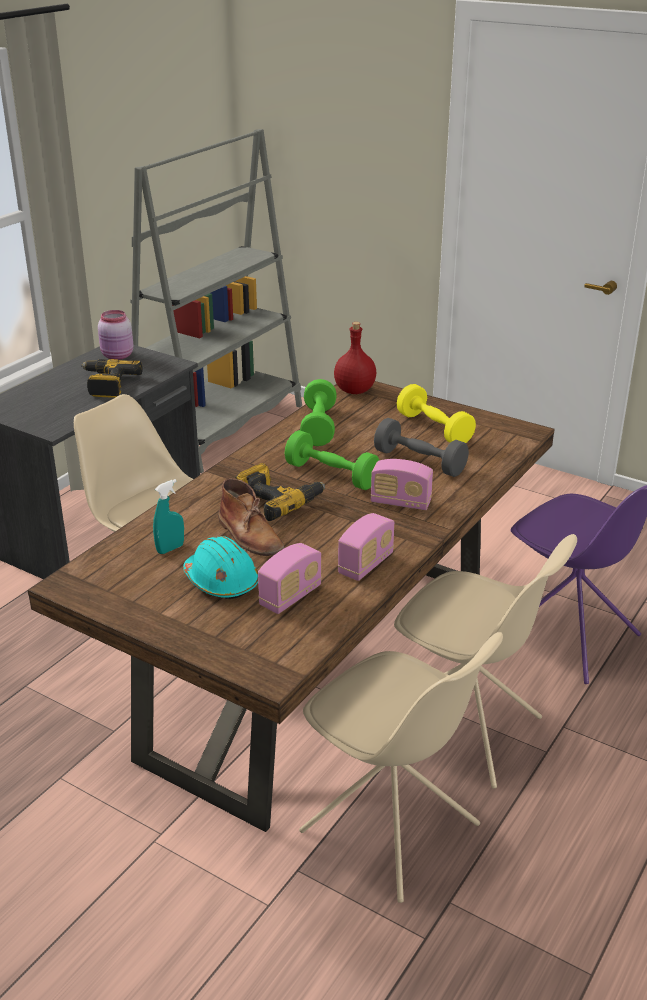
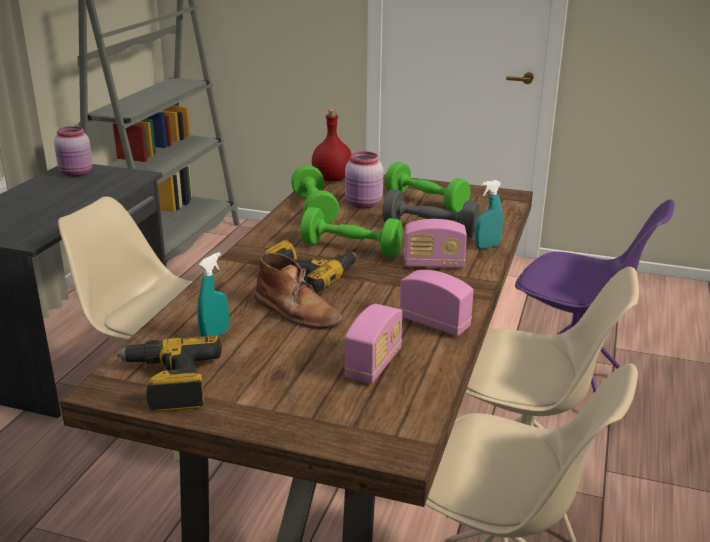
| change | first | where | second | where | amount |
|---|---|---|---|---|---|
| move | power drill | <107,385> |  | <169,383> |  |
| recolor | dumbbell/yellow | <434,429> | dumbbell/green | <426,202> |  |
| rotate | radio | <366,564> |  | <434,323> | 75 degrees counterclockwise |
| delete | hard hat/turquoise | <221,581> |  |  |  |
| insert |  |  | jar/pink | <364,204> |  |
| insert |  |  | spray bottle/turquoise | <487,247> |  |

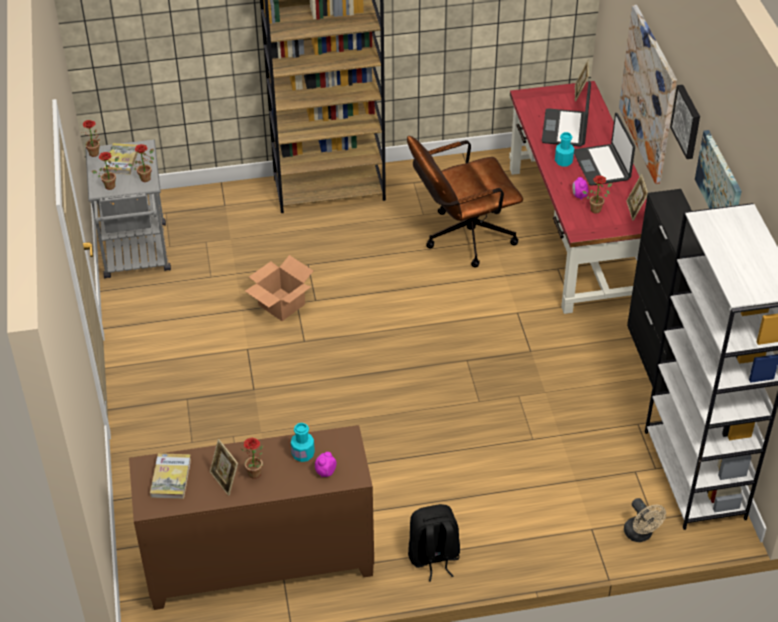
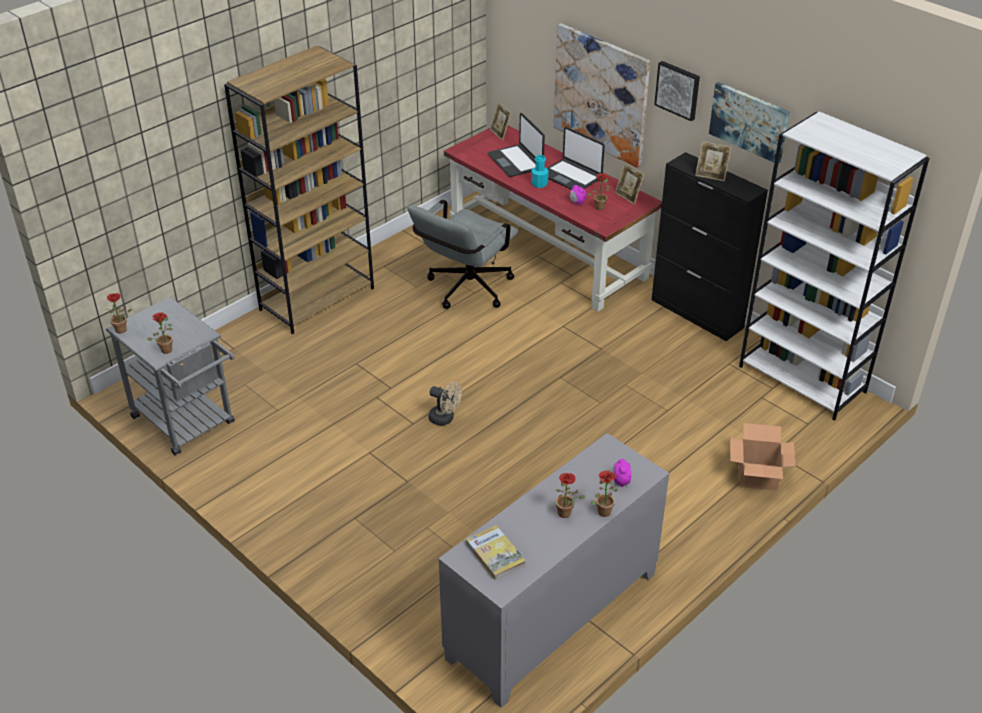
| change | first | where | second | where | amount |
|---|---|---|---|---|---|
| recolor | office chair/brown | <462,238> | office chair/grey | <465,291> |  |
| delete | book | <121,160> |  |  |  |
| move | potted plant | <146,177> |  | <603,510> |  |
| move | cardboard box | <282,305> |  | <758,476> |  |
| delete | bottle/turquoise | <303,454> |  |  |  |
| recolor | cabinet/brown | <259,563> | cabinet/grey | <553,616> |  |
| move | picture frame | <225,480> |  | <711,176> |  |
| move | fan/beige | <640,535> |  | <445,419> |  |
| delete | backpack/black | <433,557> |  |  |  |

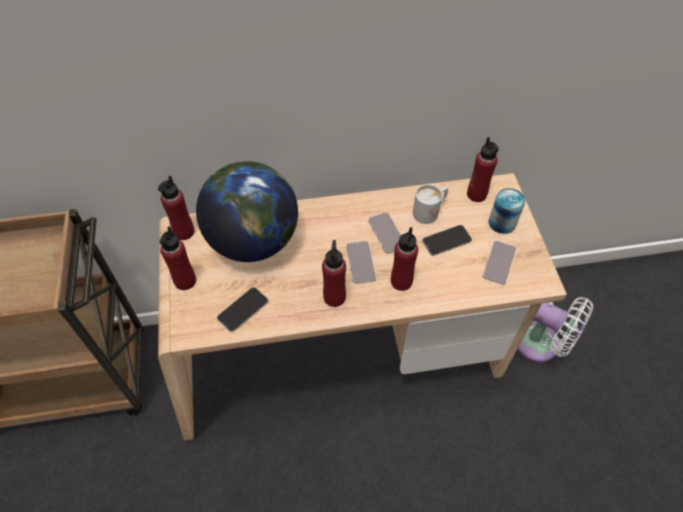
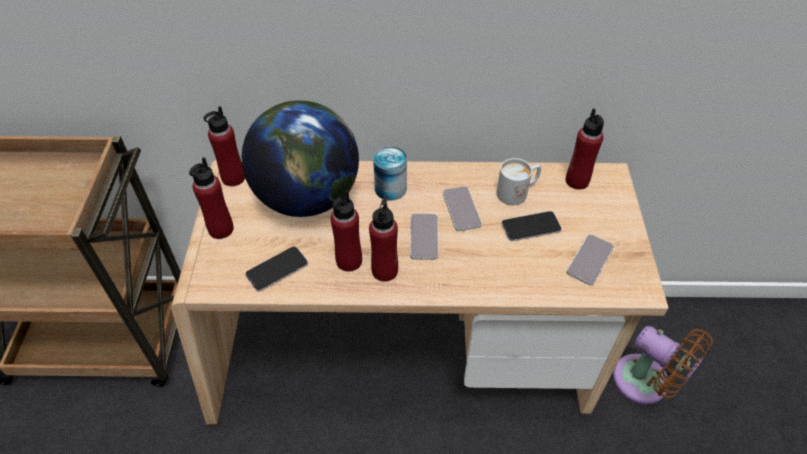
| change | first | where | second | where | amount |
|---|---|---|---|---|---|
| move | can | <502,222> |  | <390,188> |  |
| move | bottle/red | <401,281> |  | <349,261> |  |
| recolor | fan/white | <541,344> | fan/brown | <646,383> |  |

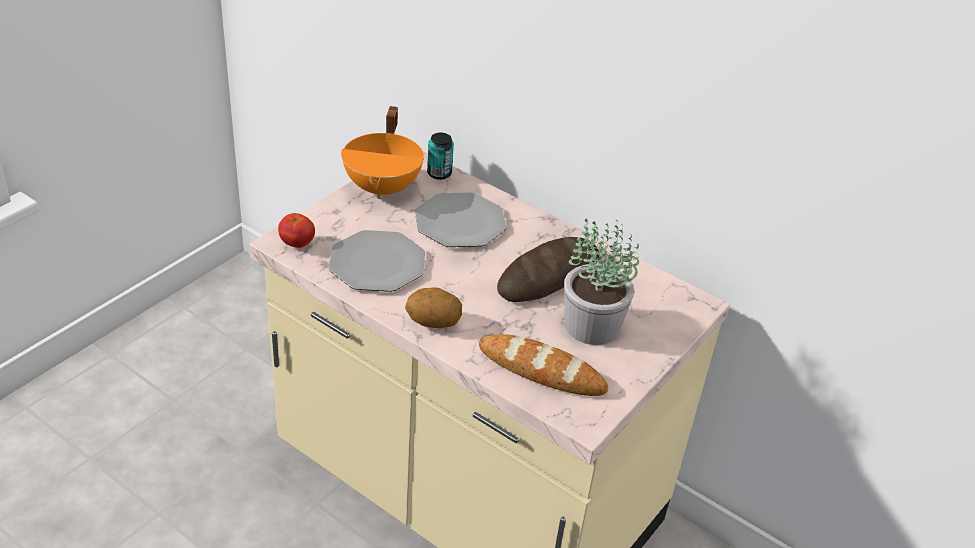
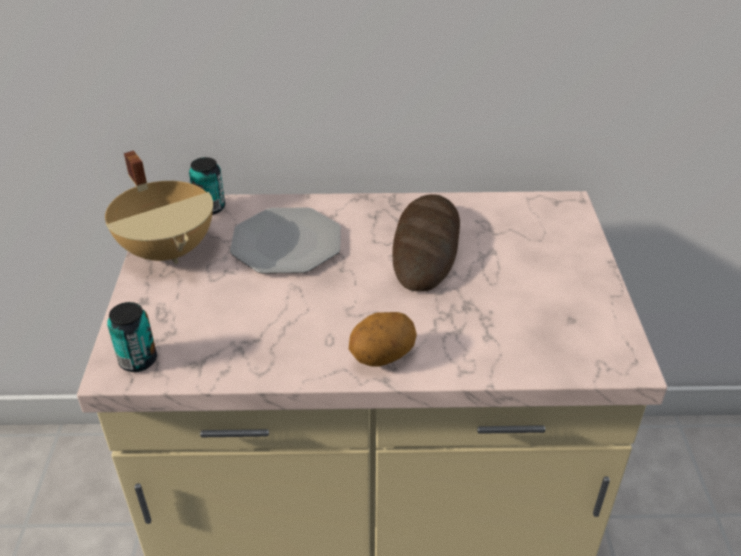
| change | first | where | second | where | amount |
|---|---|---|---|---|---|
| recolor | cooking pot/orange | <384,188> | cooking pot/beige | <169,250> |  |
| replace | tomato | <297,243> | can | <138,360> |  |
| delete | potted plant | <590,326> |  |  |  |
| delete | plate | <377,263> |  |  |  |
| delete | bread | <541,370> |  |  |  |

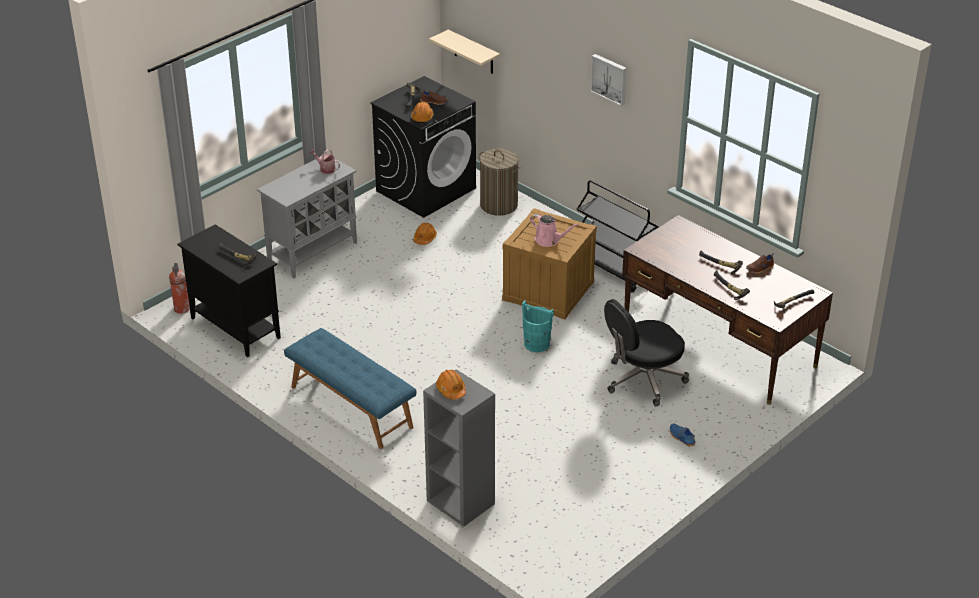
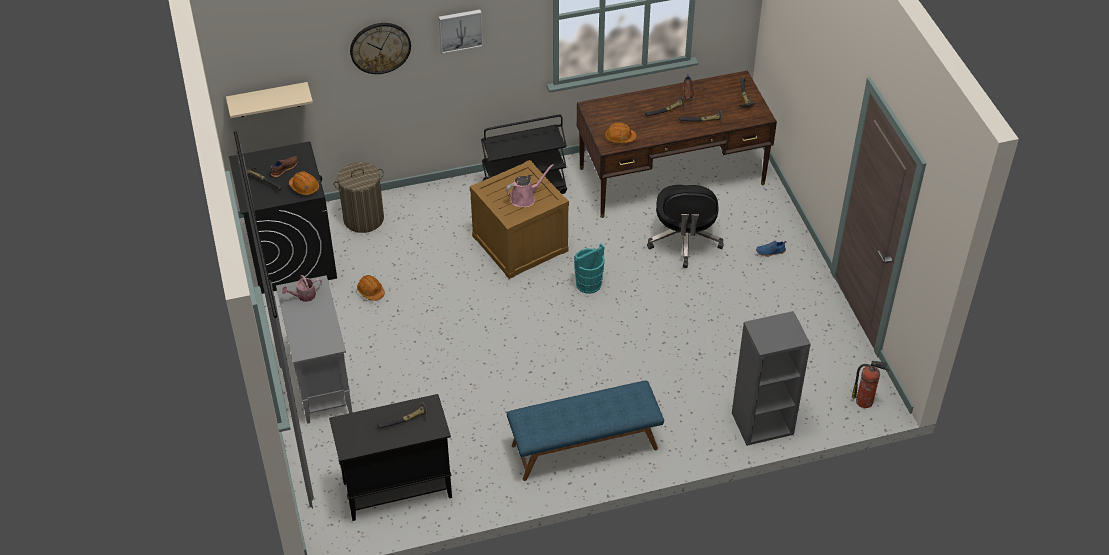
| change | first | where | second | where | amount |
|---|---|---|---|---|---|
| move | fire extinguisher | <182,309> |  | <865,401> |  |
| move | hard hat/orange | <451,390> |  | <620,138> |  |
| insert |  |  | wall clock | <380,47> |  |

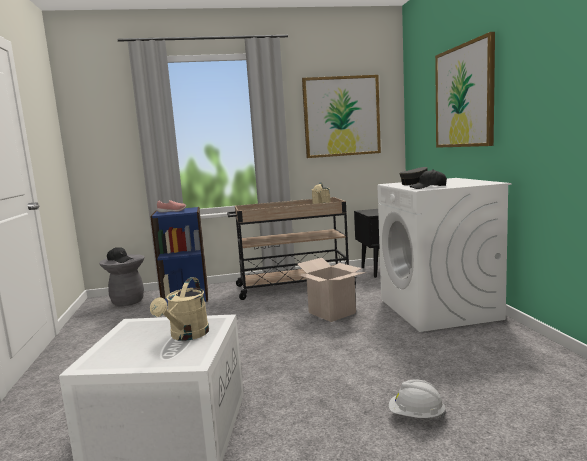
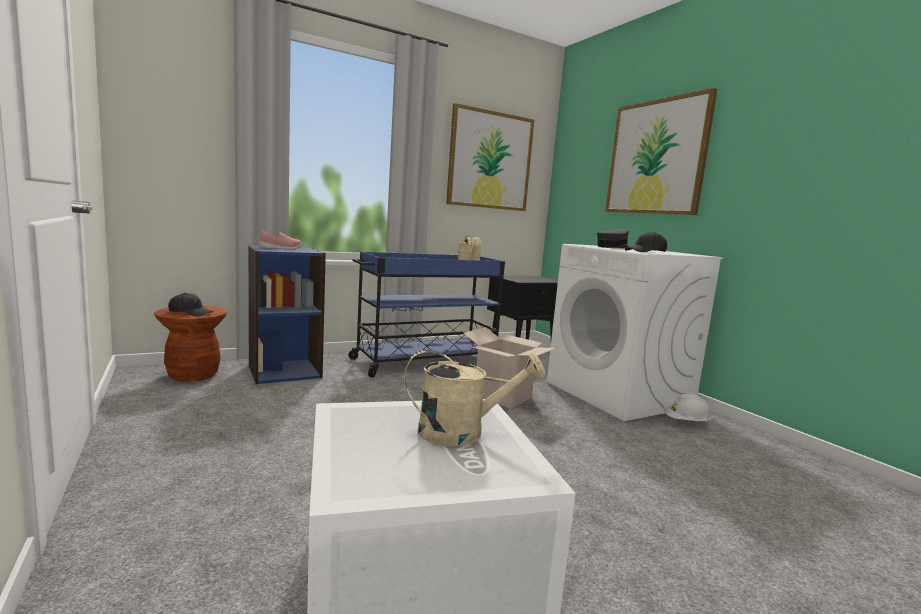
| change | first | where | second | where | amount |
|---|---|---|---|---|---|
| recolor | cart/beige | <292,286> | cart/blue | <425,362> |  |
| recolor | stool/grey | <128,301> | stool/brown | <193,375> |  |
| rotate | watering can/beige | <186,336> |  | <463,432> | 90 degrees counterclockwise |
| move | hard hat/white | <416,416> |  | <686,423> |  |

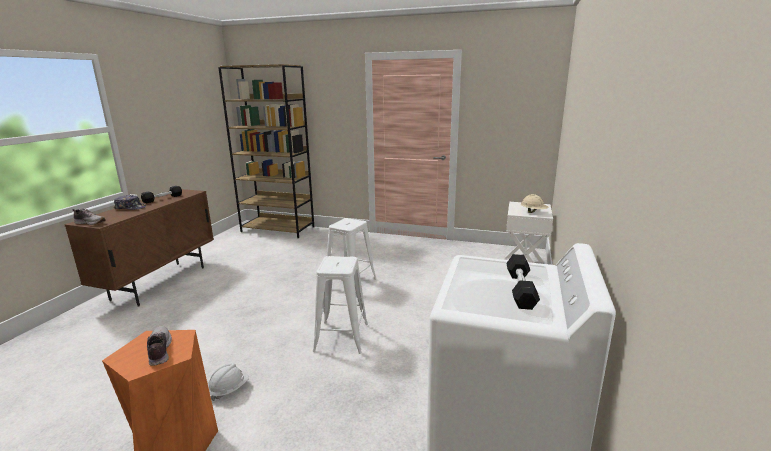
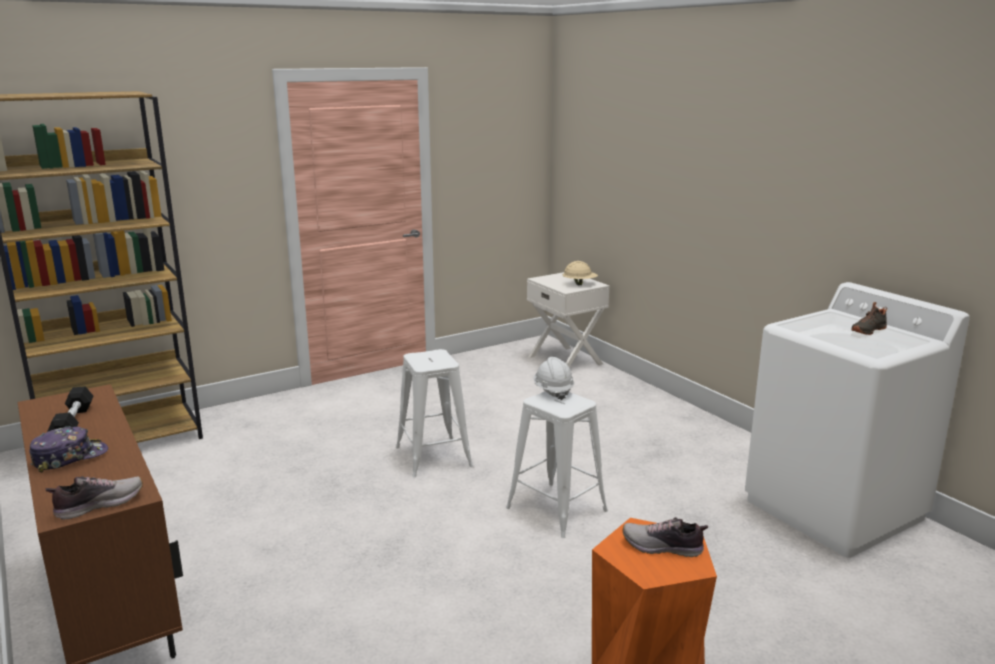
| change | first | where | second | where | amount |
|---|---|---|---|---|---|
| replace | dumbbell/black | <520,289> | shoe/black | <867,330> |  |
| move | hard hat/white | <229,389> |  | <553,391> |  |

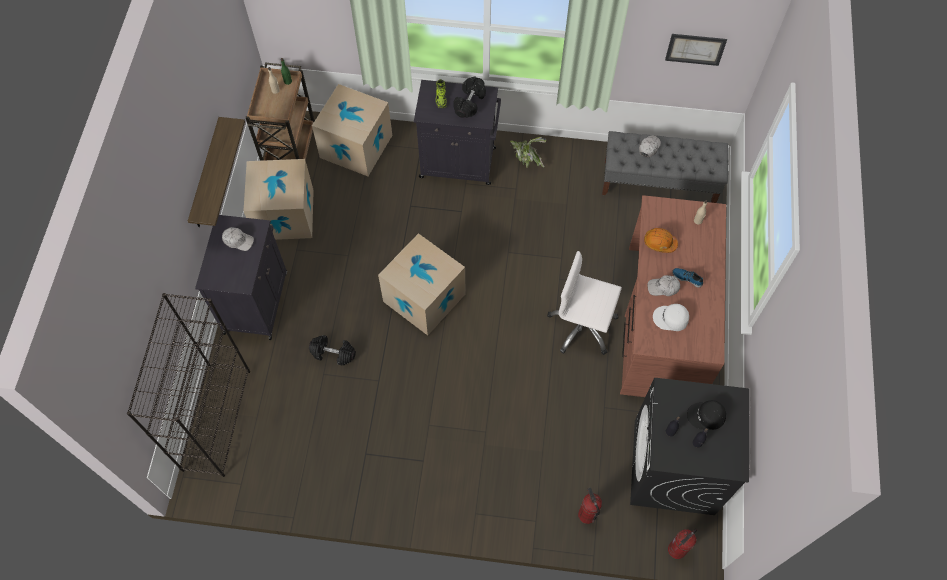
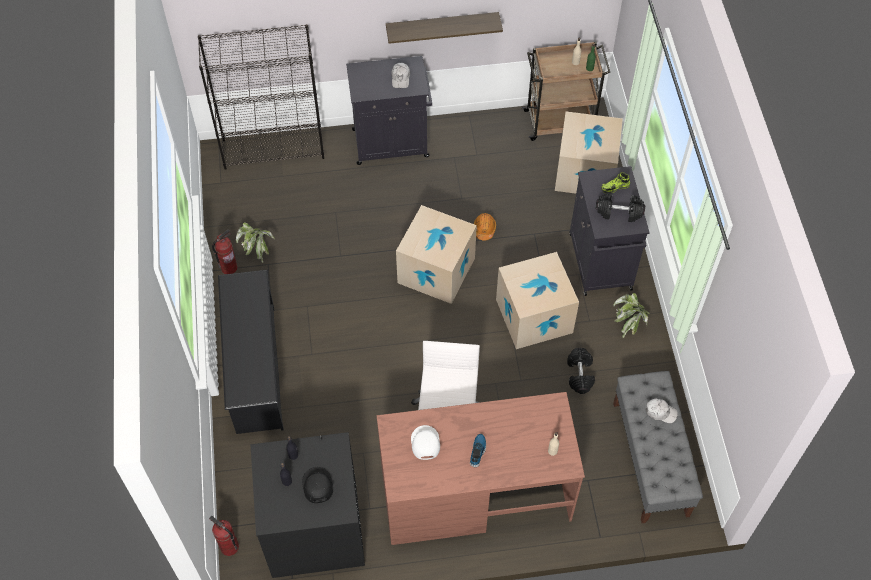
| change | first | where | second | where | amount |
|---|---|---|---|---|---|
| delete | picture | <695,49> |  |  |  |
| move | cardboard box | <284,214> |  | <534,316> |  |
| move | hard hat/orange | <659,243> |  | <484,229> |  |
| delete | cap/white | <663,288> |  |  |  |
| move | dumbbell/black | <333,353> |  | <580,375> |  |
| move | fire extinguisher | <586,515> |  | <229,267> |  |
| insert |  |  | potted plant | <257,248> |  |
| insert |  |  | shoe rack/black | <255,369> |  |

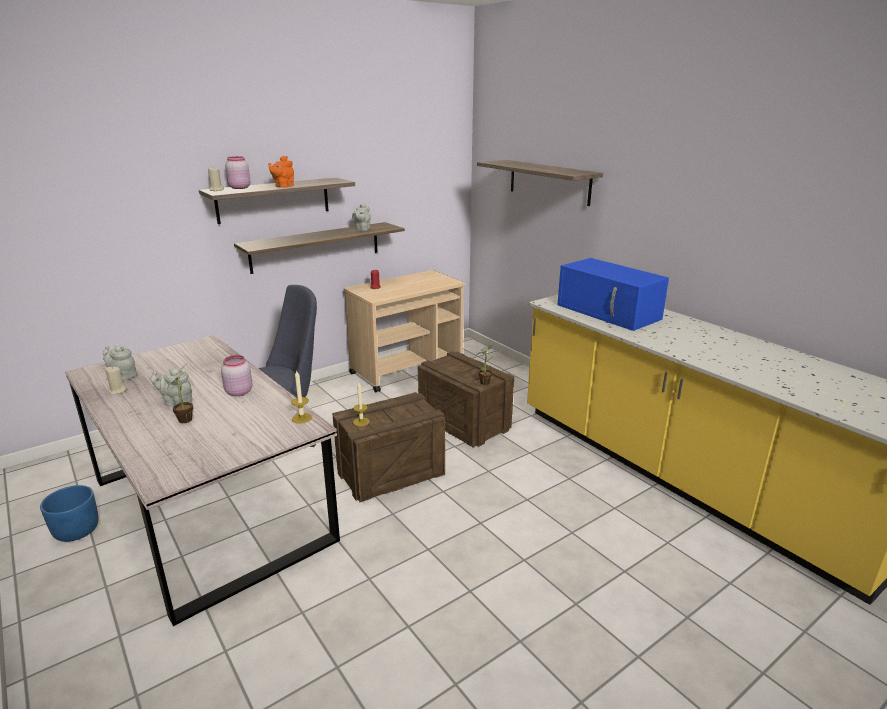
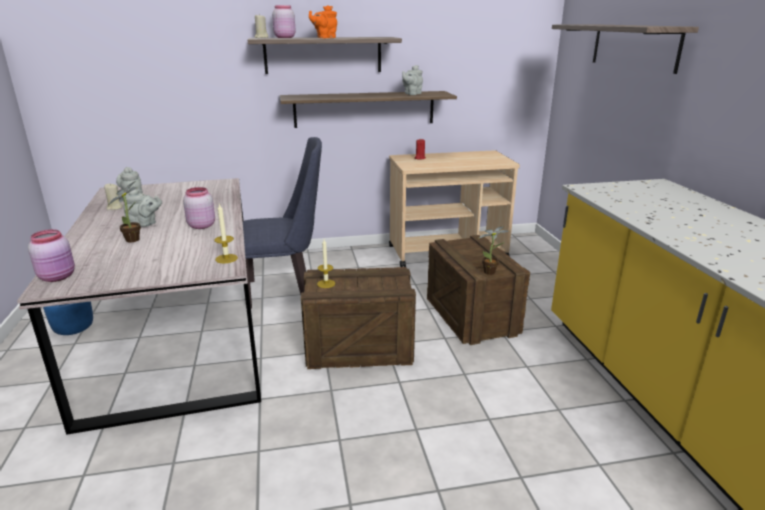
| change | first | where | second | where | amount |
|---|---|---|---|---|---|
| delete | microwave/blue | <609,312> |  |  |  |
| rotate | teapot/grey | <176,402> |  | <144,224> | 150 degrees clockwise |
| insert |  |  | jar/pink | <58,277> |  |

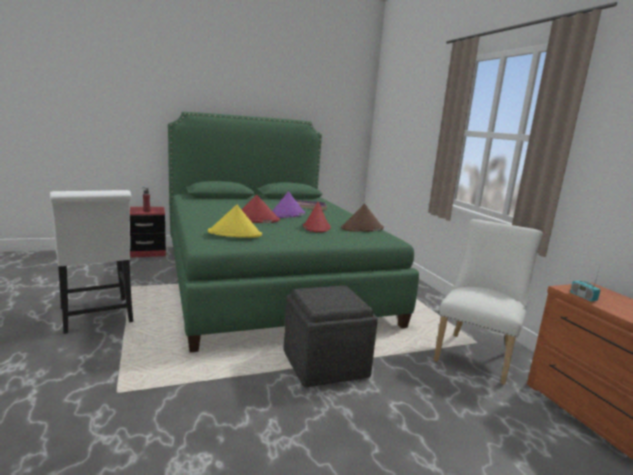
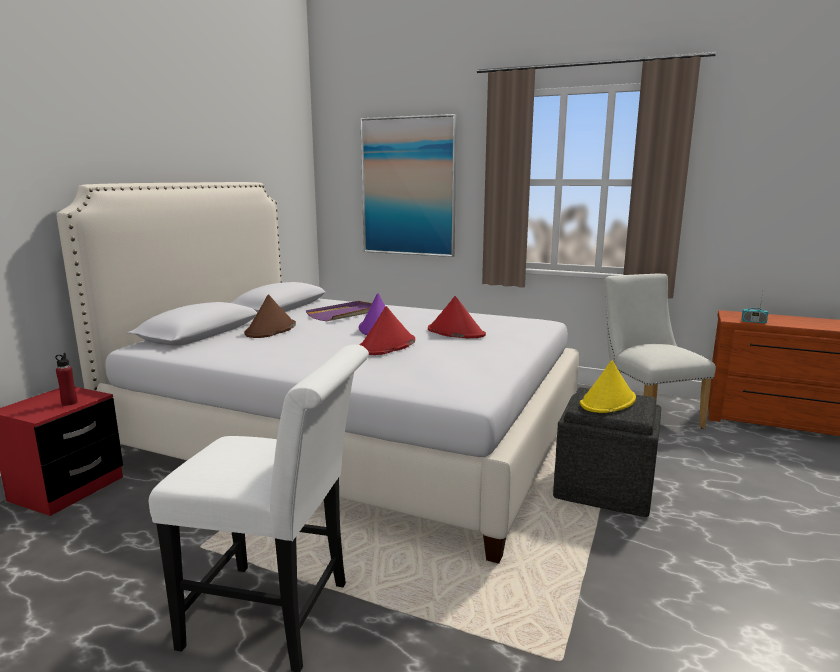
| change | first | where | second | where | amount |
|---|---|---|---|---|---|
| recolor | bed/green | <268,280> | bed/white | <352,438> |  |
| move | hat/yellow | <235,234> |  | <608,401> |  |
| move | hat/brown | <362,228> |  | <271,330> |  |
| insert |  |  | picture | <408,187> |  |

